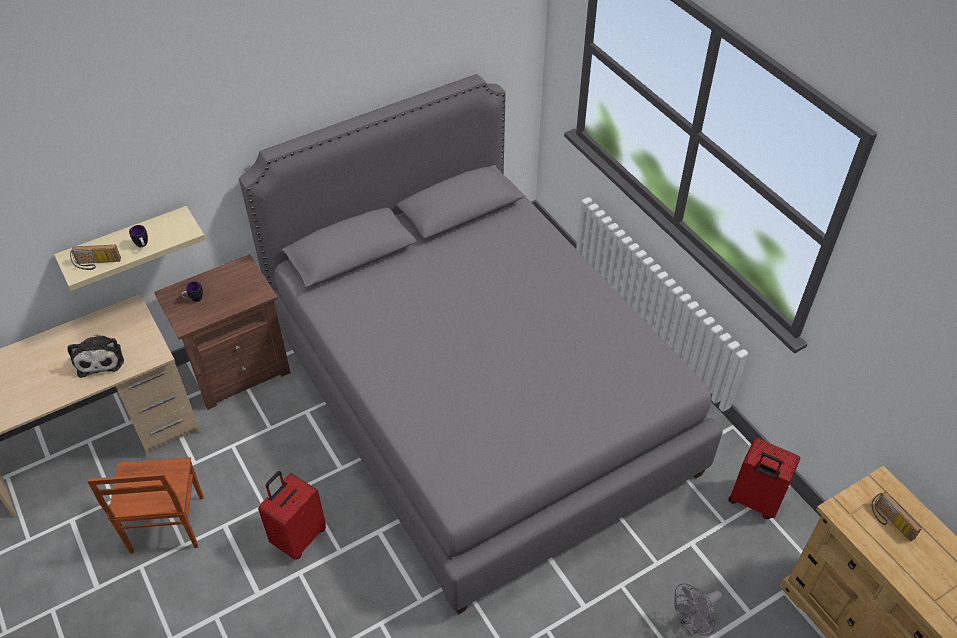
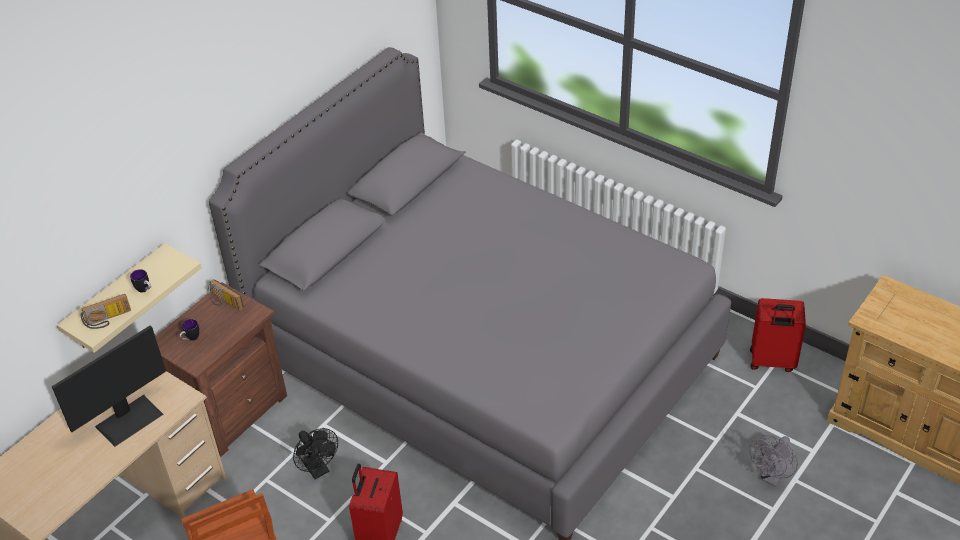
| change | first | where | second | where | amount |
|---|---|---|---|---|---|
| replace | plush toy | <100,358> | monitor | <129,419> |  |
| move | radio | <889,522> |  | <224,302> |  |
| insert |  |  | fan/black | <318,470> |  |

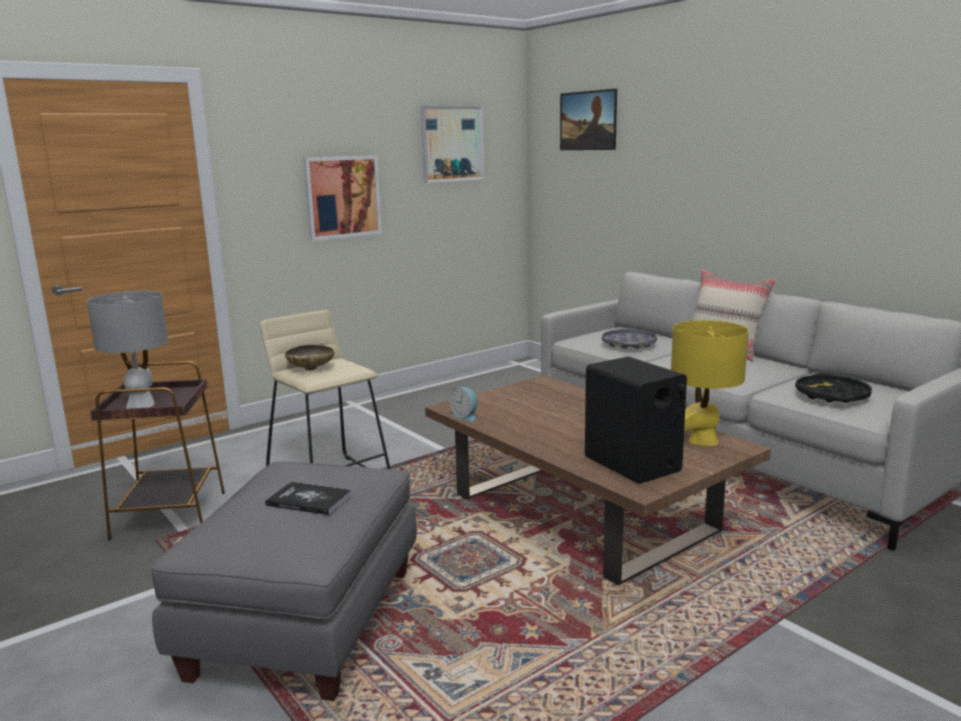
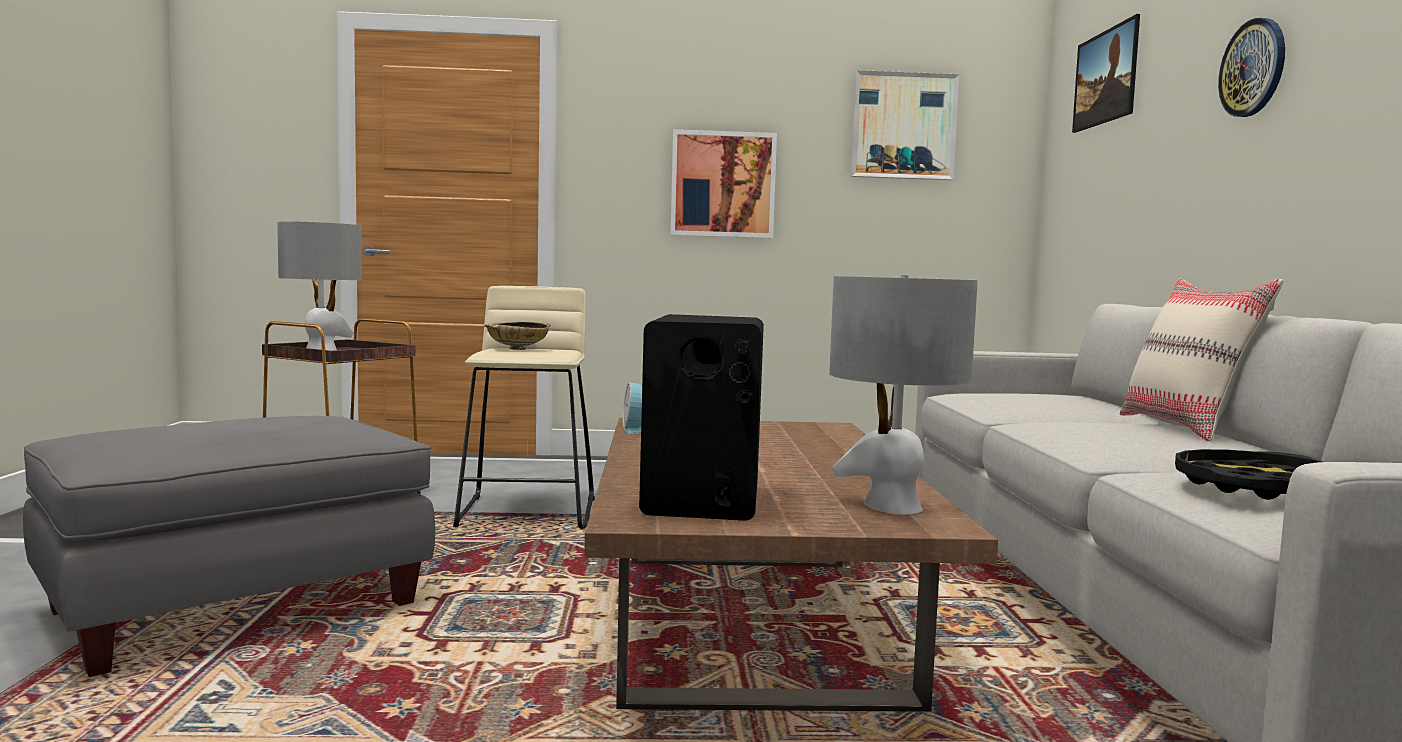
| change | first | where | second | where | amount |
|---|---|---|---|---|---|
| recolor | table lamp/yellow | <703,441> | table lamp/grey | <892,507> |  |
| delete | tray/grey | <629,344> |  |  |  |
| delete | book | <309,500> |  |  |  |
| insert |  |  | wall clock | <1253,68> |  |

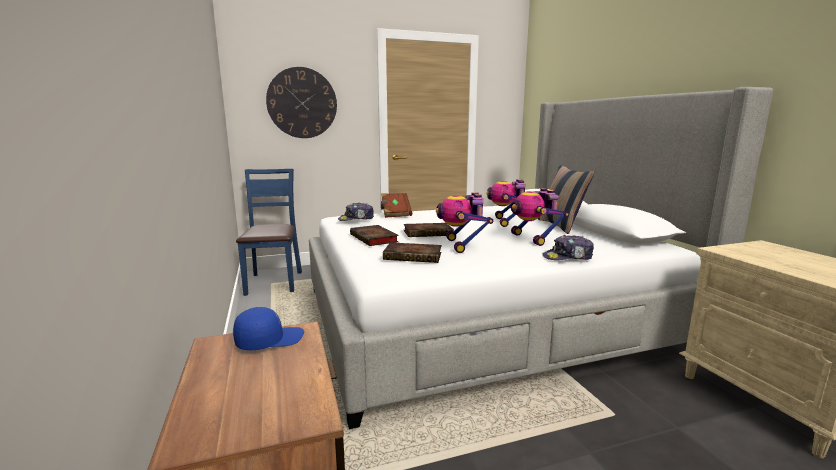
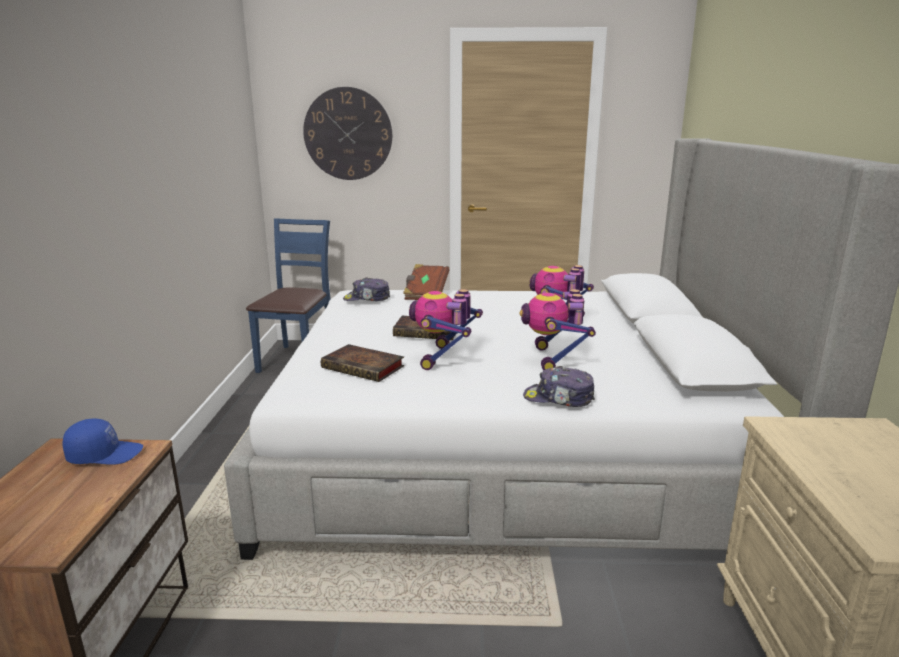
| change | first | where | second | where | amount |
|---|---|---|---|---|---|
| delete | pillow | <560,226> |  |  |  |
| delete | book | <375,239> |  |  |  |

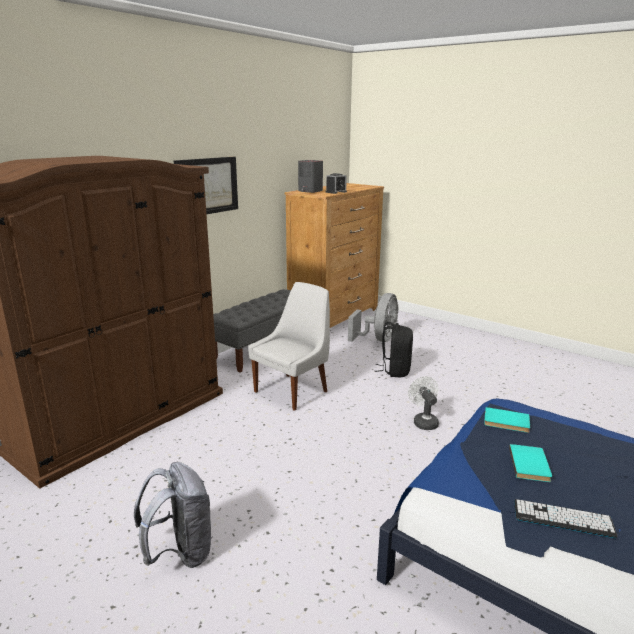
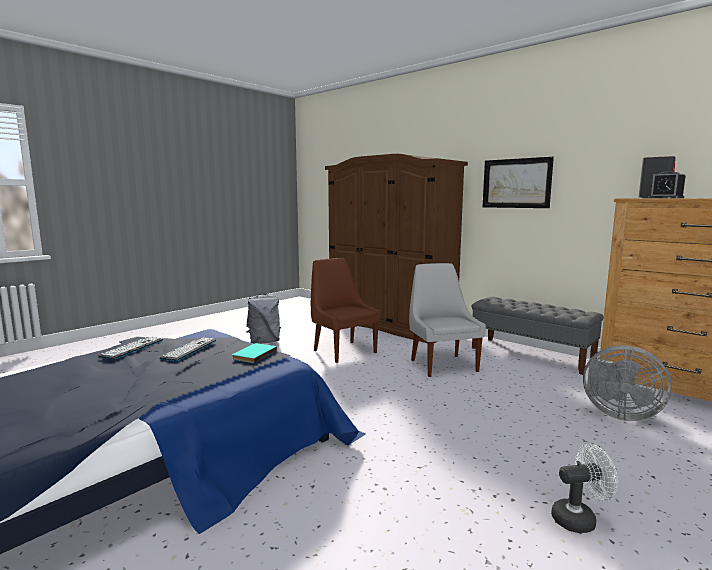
| change | first | where | second | where | amount |
|---|---|---|---|---|---|
| rotate | chair/white | <293,391> |  | <442,365> | 150 degrees counterclockwise |
| delete | backpack/black | <395,370> |  |  |  |
| move | fan/white | <423,421> |  | <579,519> |  |
| replace | book/turquoise | <531,465> | keyboard | <189,349> |  |
| insert |  |  | chair/brown | <343,351> |  |

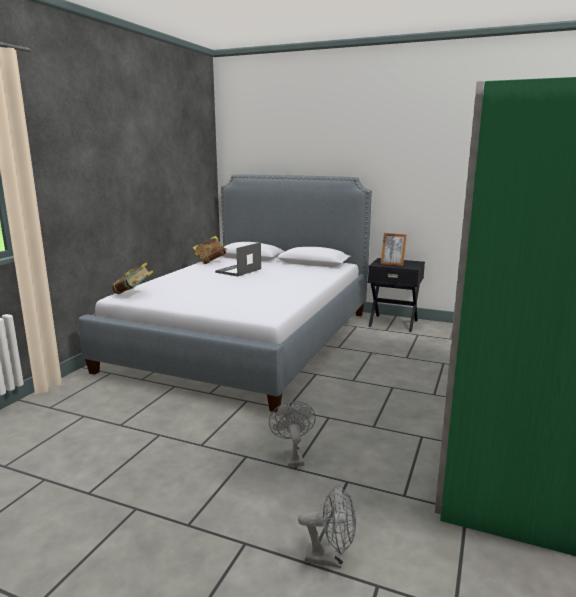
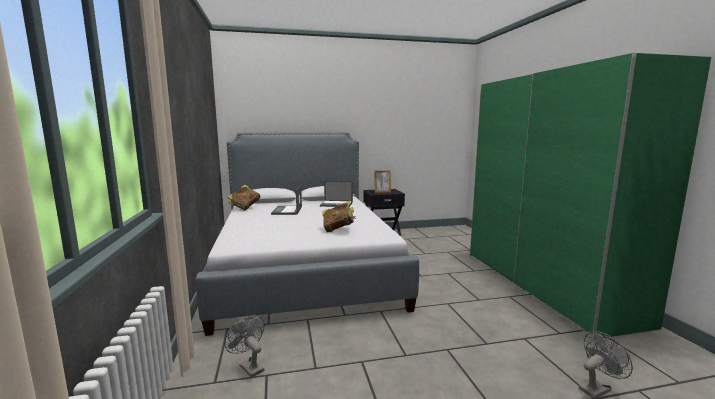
| change | first | where | second | where | amount |
|---|---|---|---|---|---|
| move | book | <133,293> |  | <338,229> |  |
| move | fan/grey | <292,456> |  | <249,367> |  |
| insert |  |  | laptop | <337,204> |  |

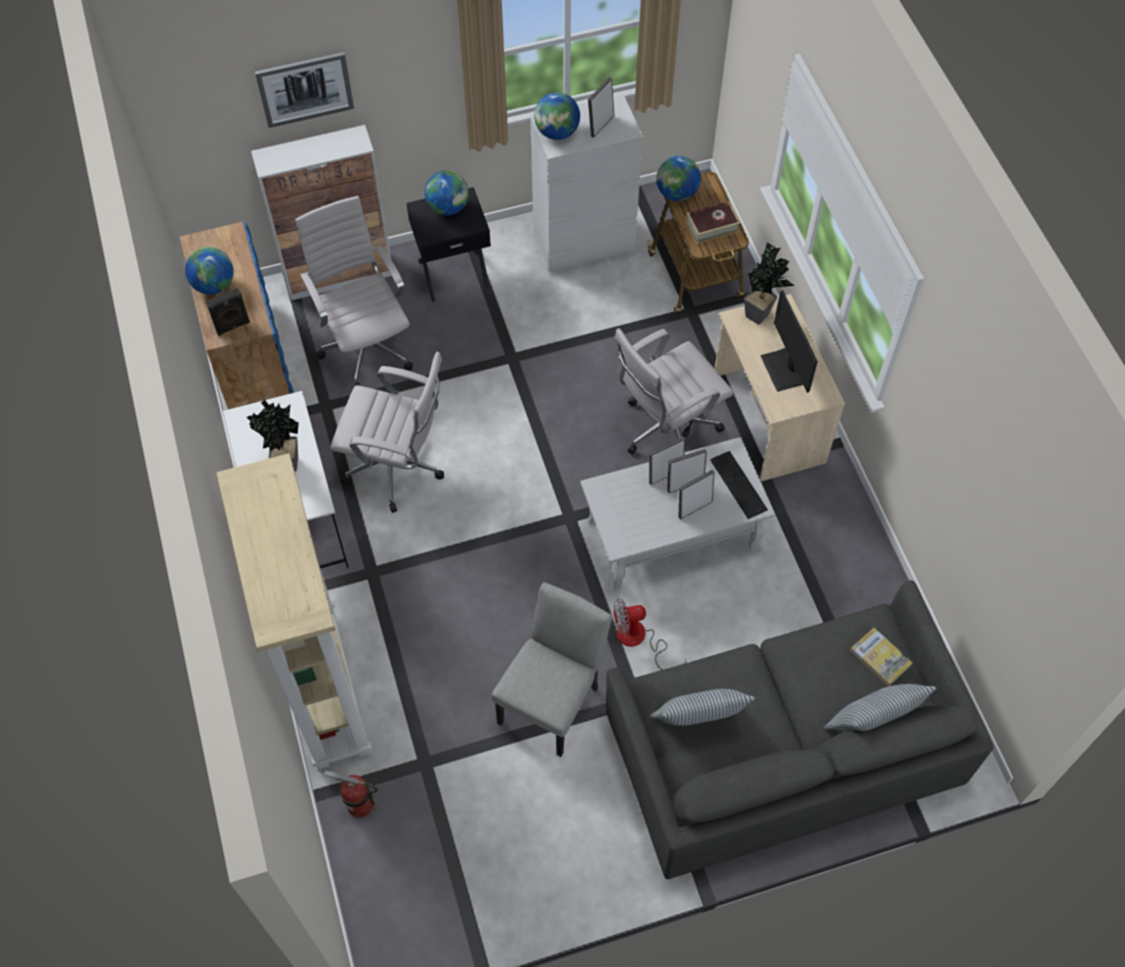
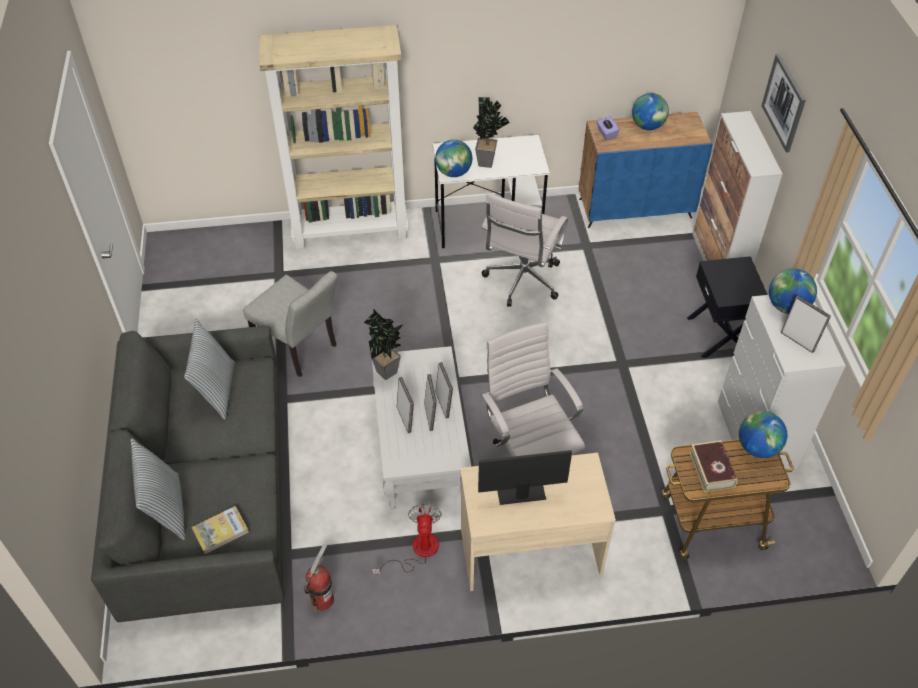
| change | first | where | second | where | amount |
|---|---|---|---|---|---|
| move | globe | <448,207> |  | <454,172> |  |
| delete | office chair/white | <366,346> |  |  |  |
| move | potted plant | <761,314> |  | <387,374> |  |
| replace | speaker/black | <233,327> | tissue box/purple | <606,134> |  |
| delete | keyboard | <738,486> |  |  |  |
| move | fan | <639,640> |  | <417,551> |  |
| move | fire extinguisher | <360,805> |  | <322,600> |  |

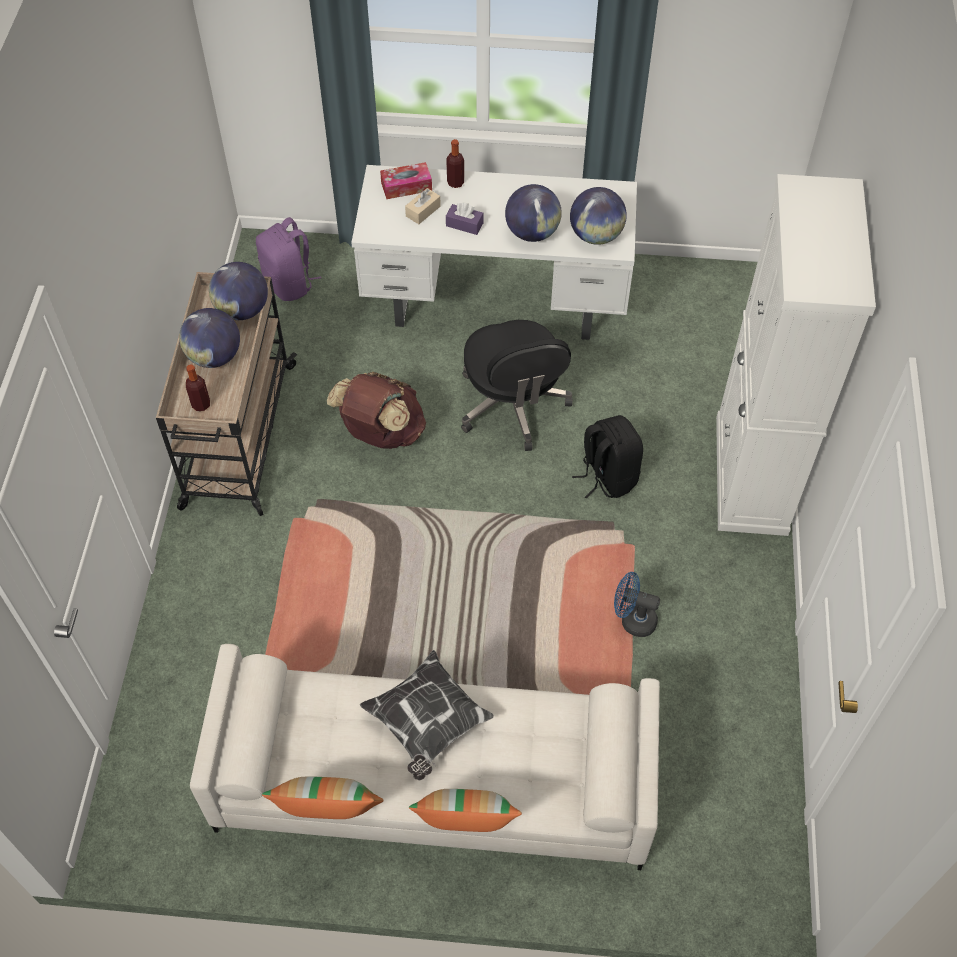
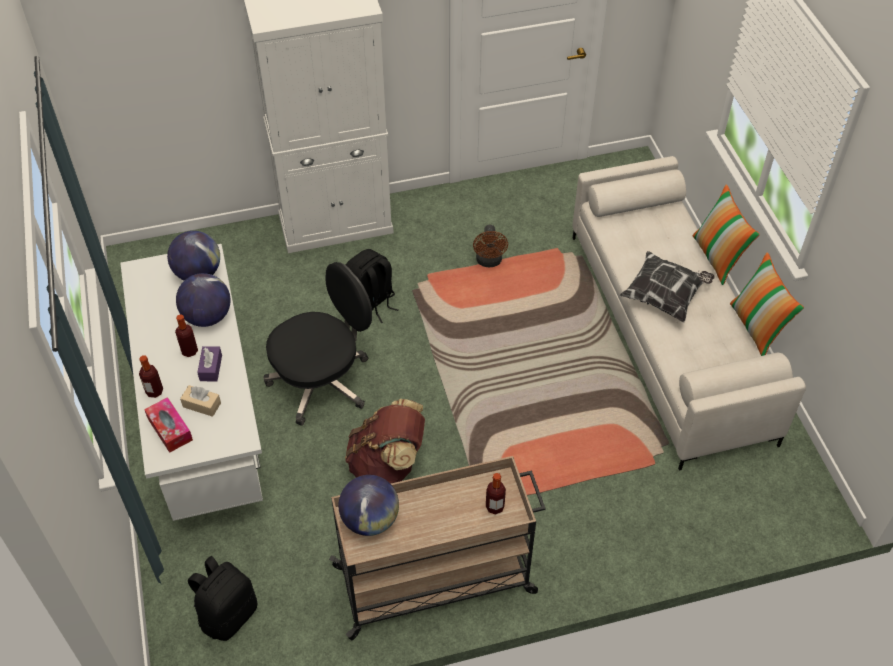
| change | first | where | second | where | amount |
|---|---|---|---|---|---|
| recolor | backpack/purple | <289,284> | backpack/black | <228,614> |  |
| delete | globe | <214,357> |  |  |  |
| recolor | fan/blue | <632,620> | fan/brown | <489,262> |  |
| insert |  |  | bottle | <189,351> |  |

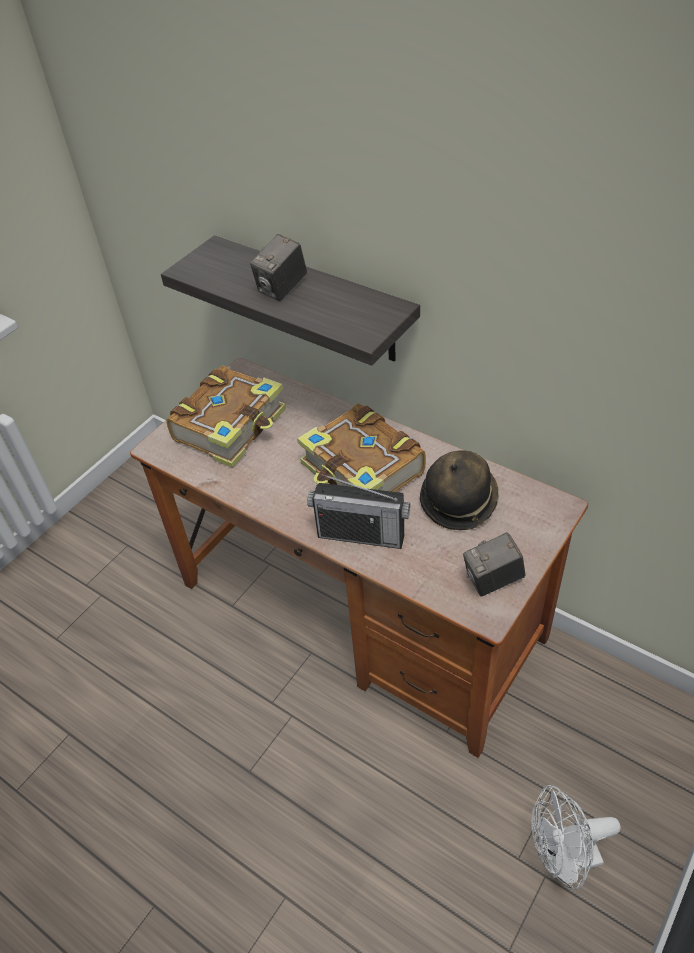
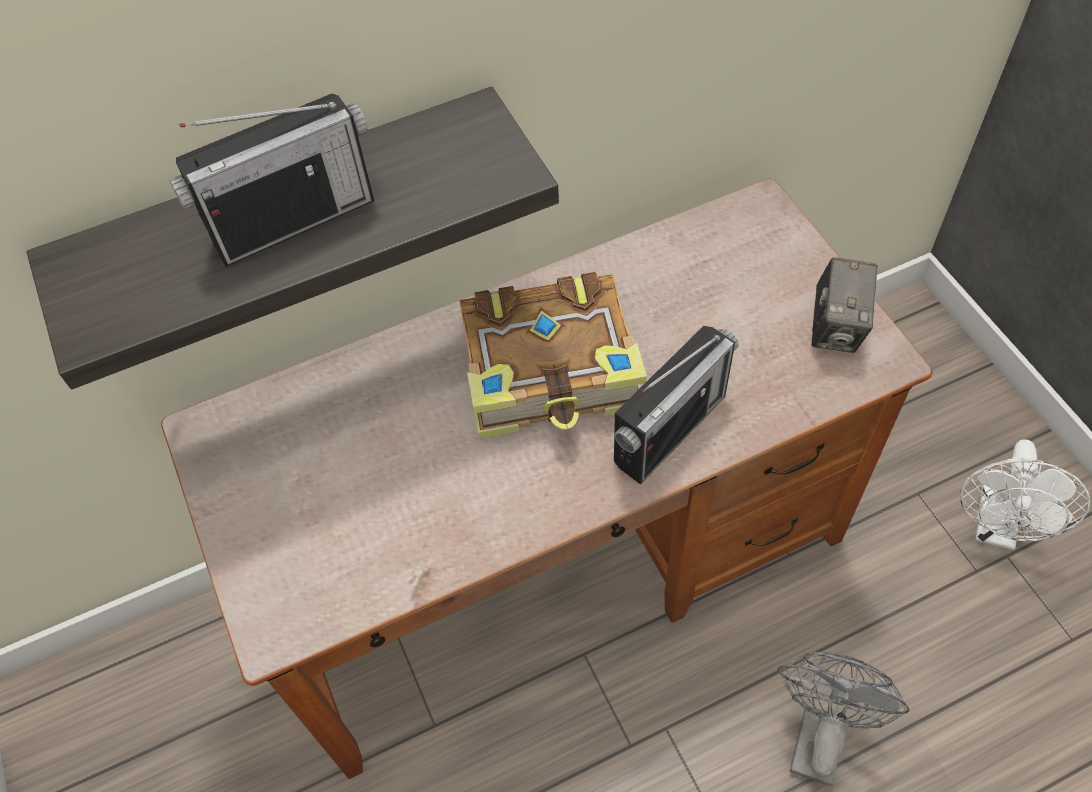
| change | first | where | second | where | amount |
|---|---|---|---|---|---|
| replace | photo camera | <282,289> | radio | <293,220> |  |
| delete | book | <232,426> |  |  |  |
| delete | hat | <458,501> |  |  |  |
| insert |  |  | fan/grey | <819,733> |  |

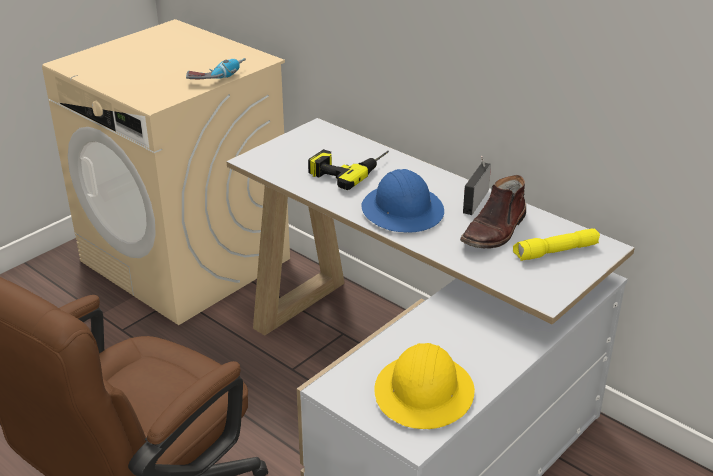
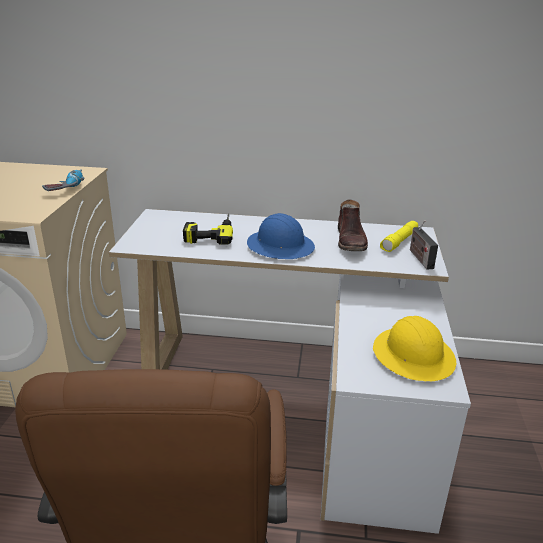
| change | first | where | second | where | amount |
|---|---|---|---|---|---|
| move | radio | <476,200> |  | <419,258> |  |

